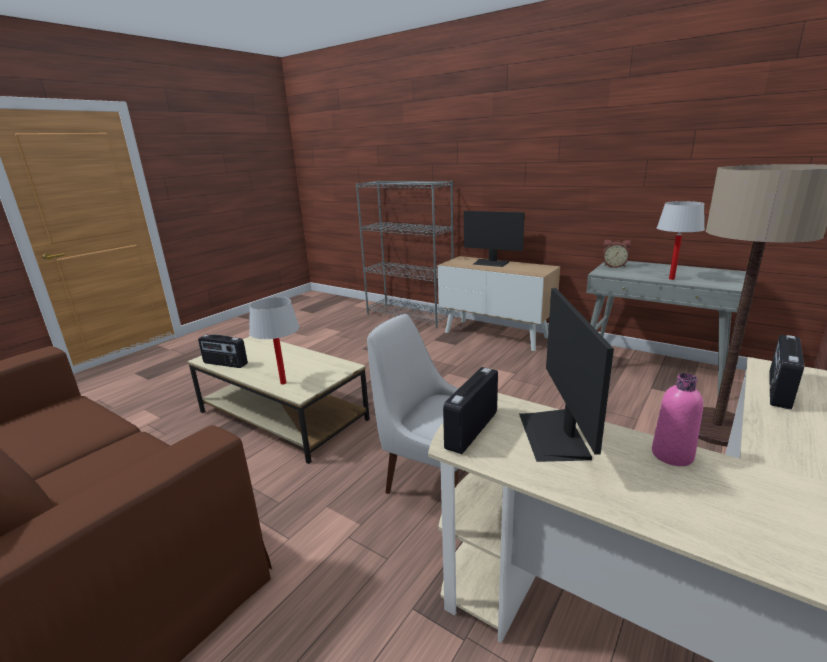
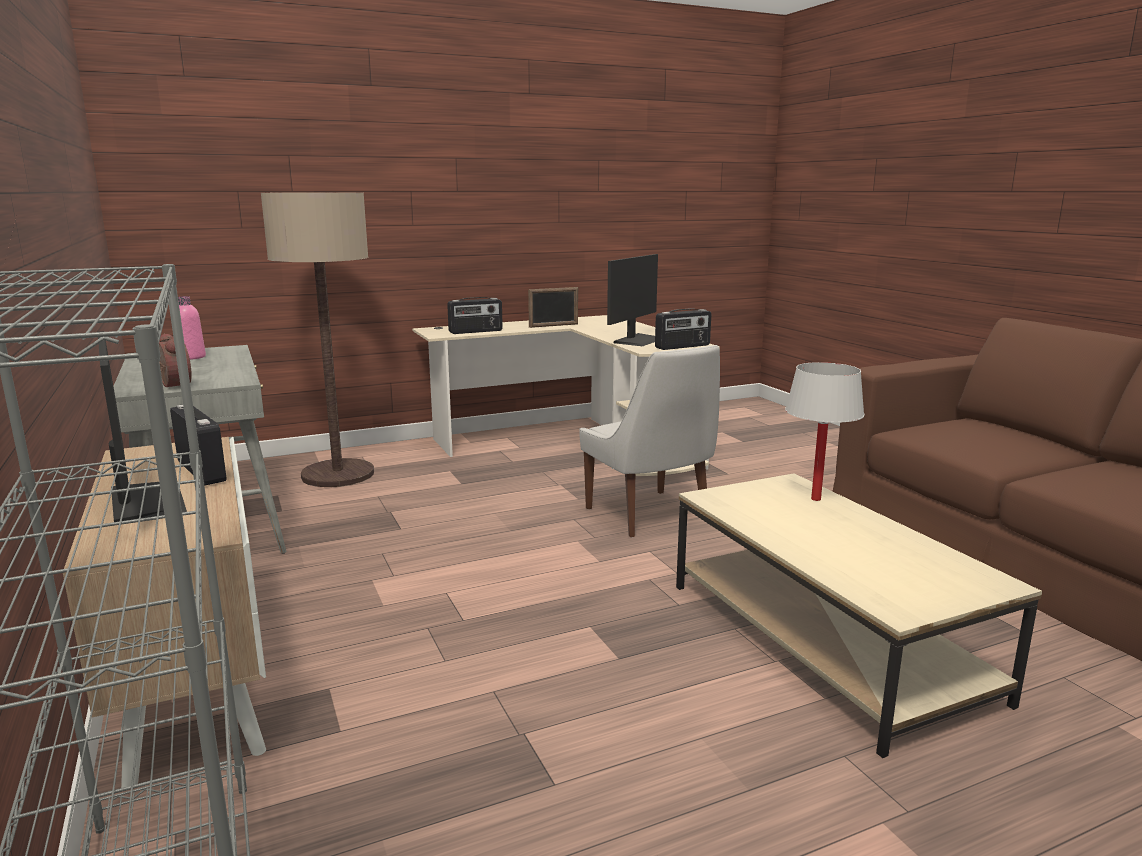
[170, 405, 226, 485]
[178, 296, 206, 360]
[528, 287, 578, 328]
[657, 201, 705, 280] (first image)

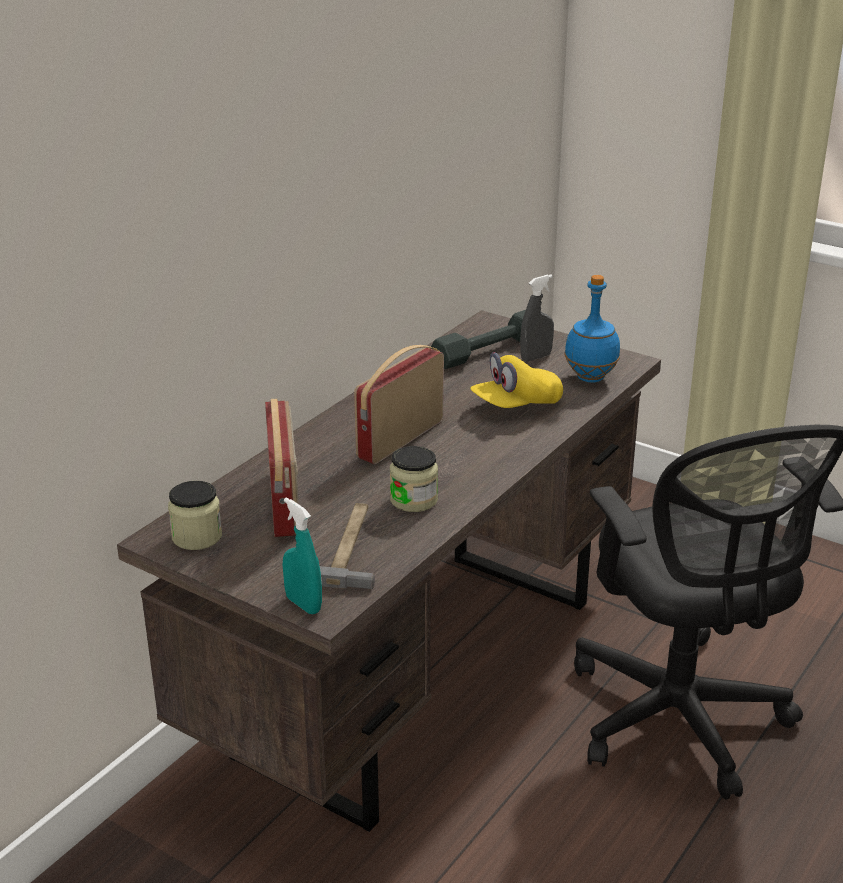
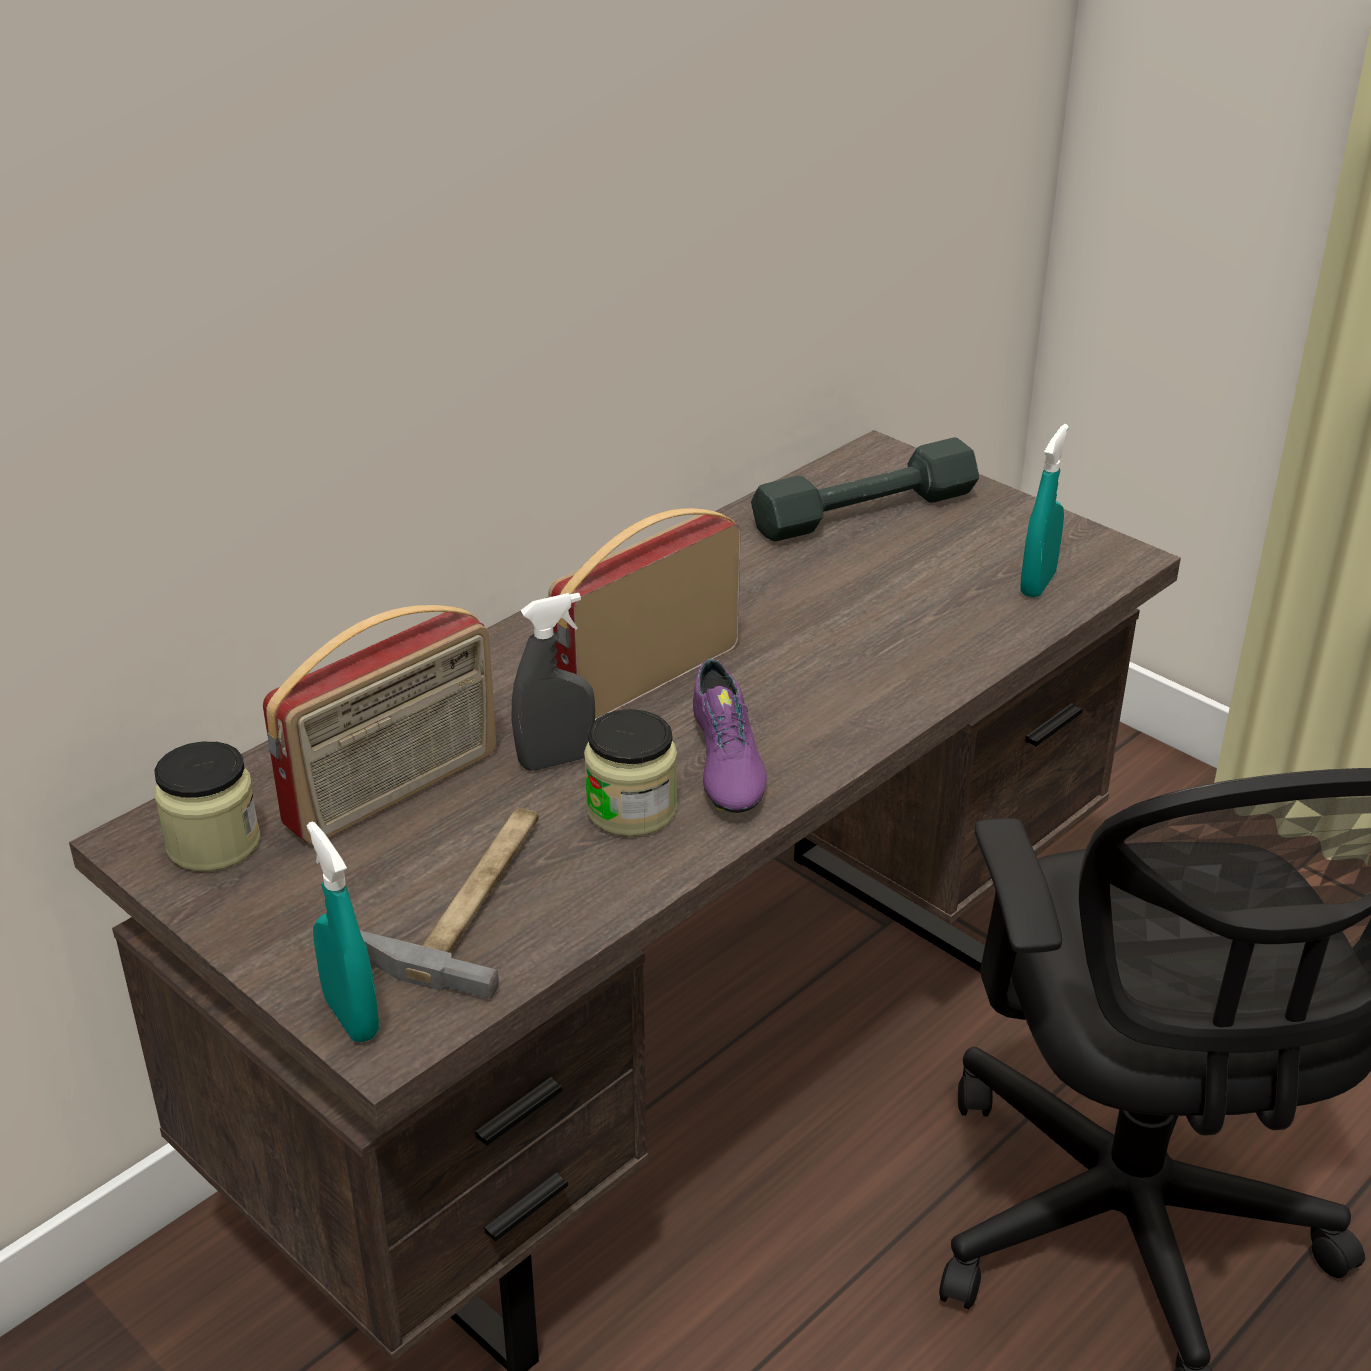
[263, 605, 496, 845]
[512, 593, 595, 771]
[693, 659, 767, 813]
[1020, 424, 1069, 598]
[470, 352, 563, 408] (first image)

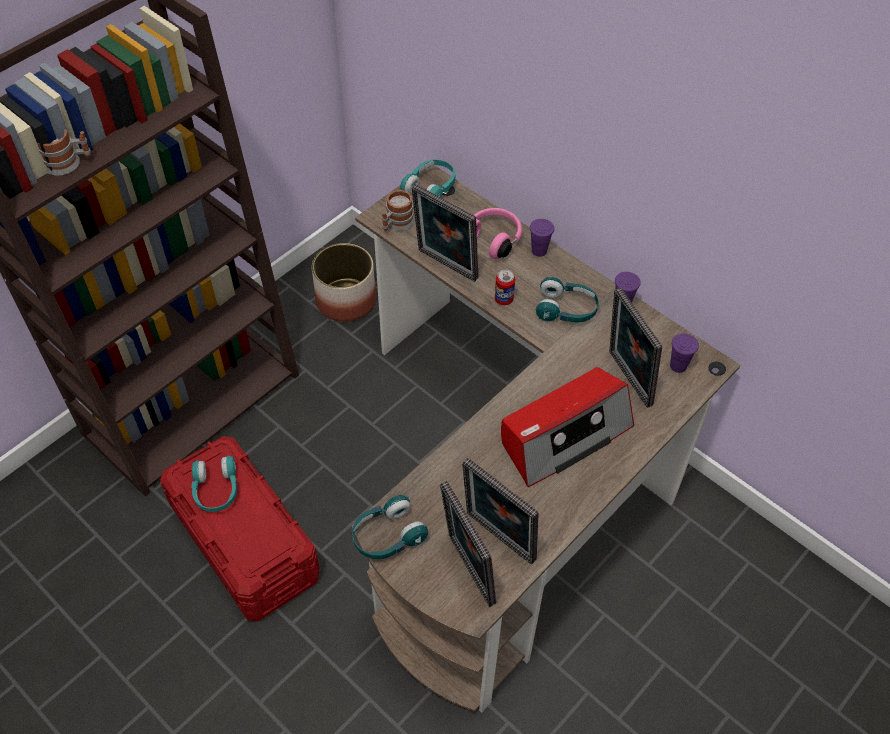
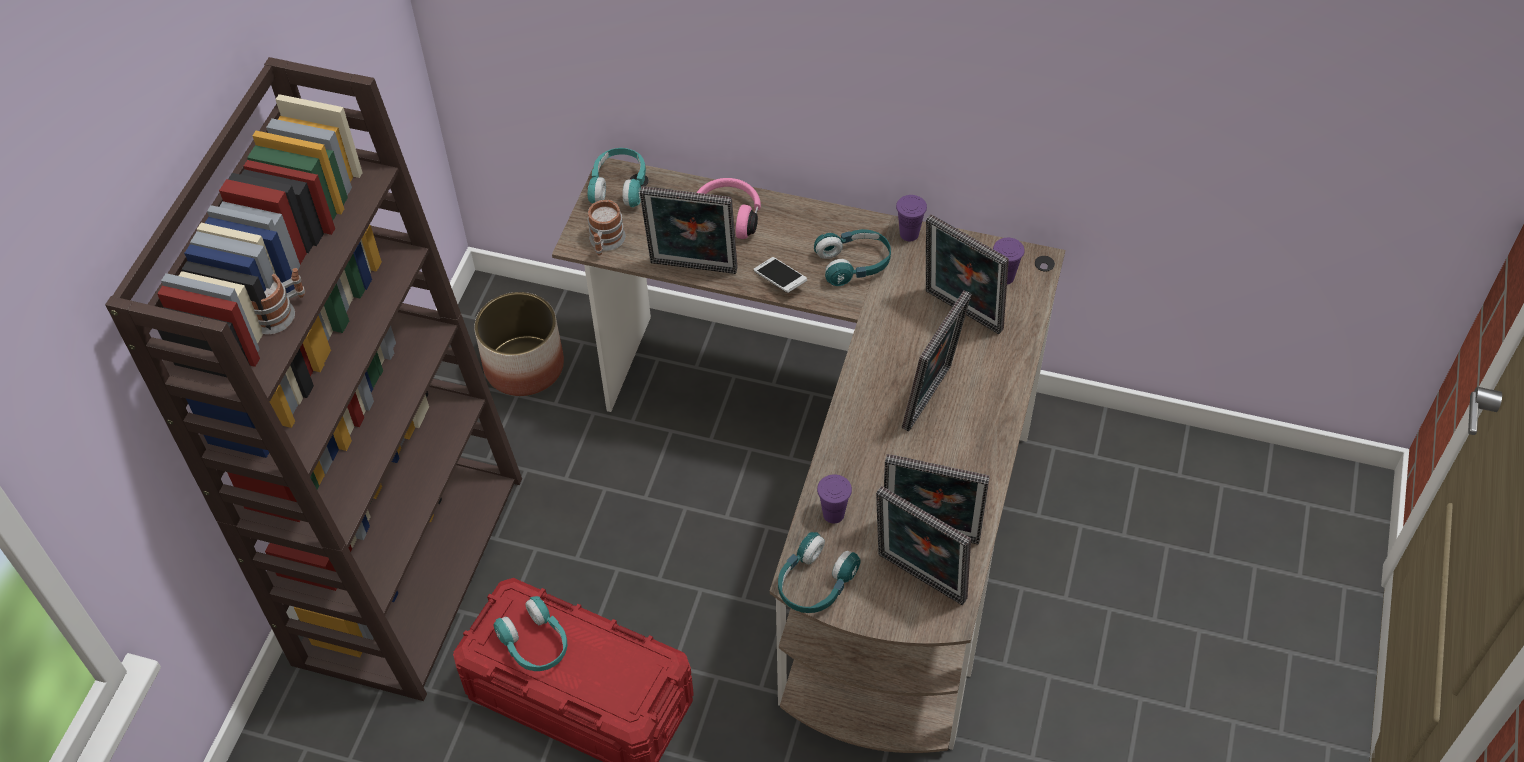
[754, 257, 807, 293]
[817, 474, 852, 524]
[902, 290, 971, 431]

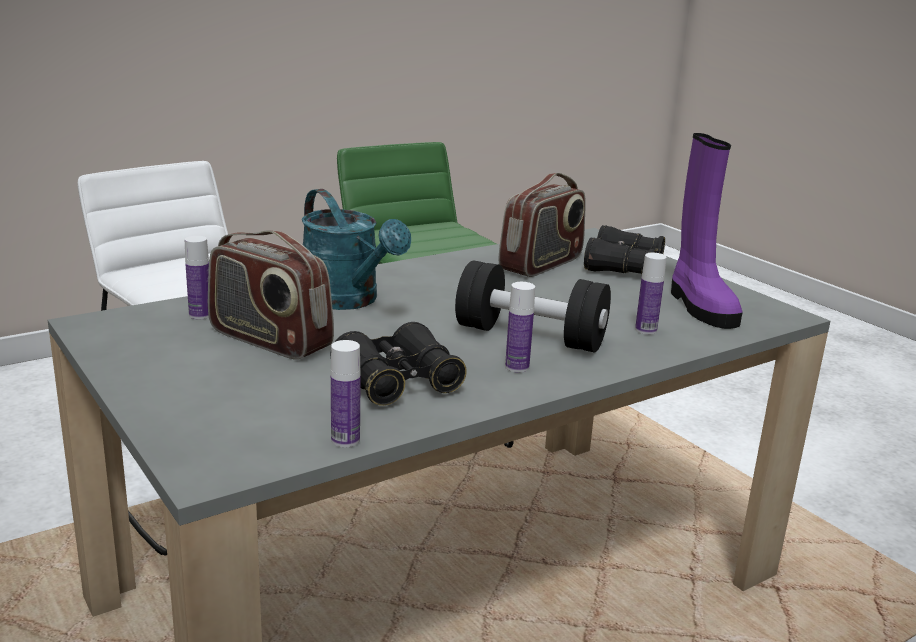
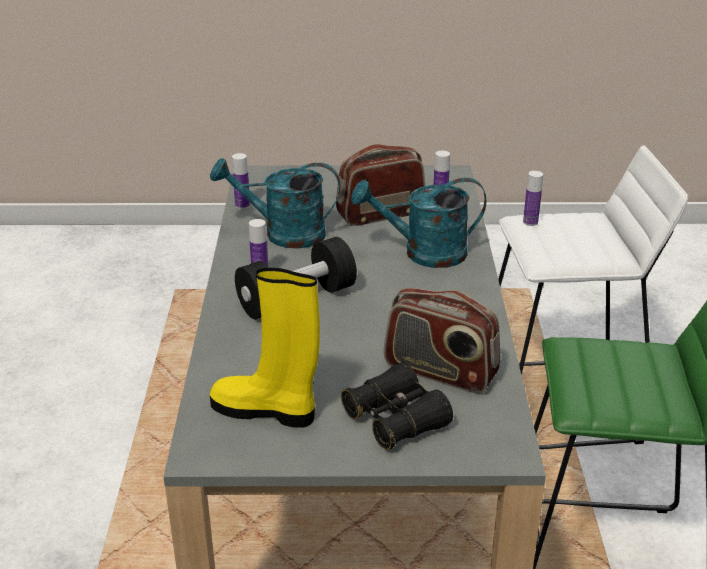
[210, 158, 340, 249]
[210, 268, 320, 428]
[384, 288, 500, 393]
[523, 171, 543, 226]

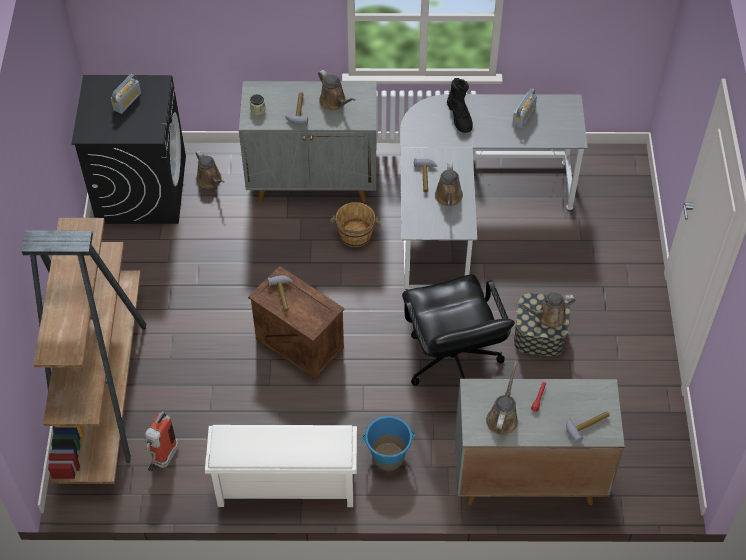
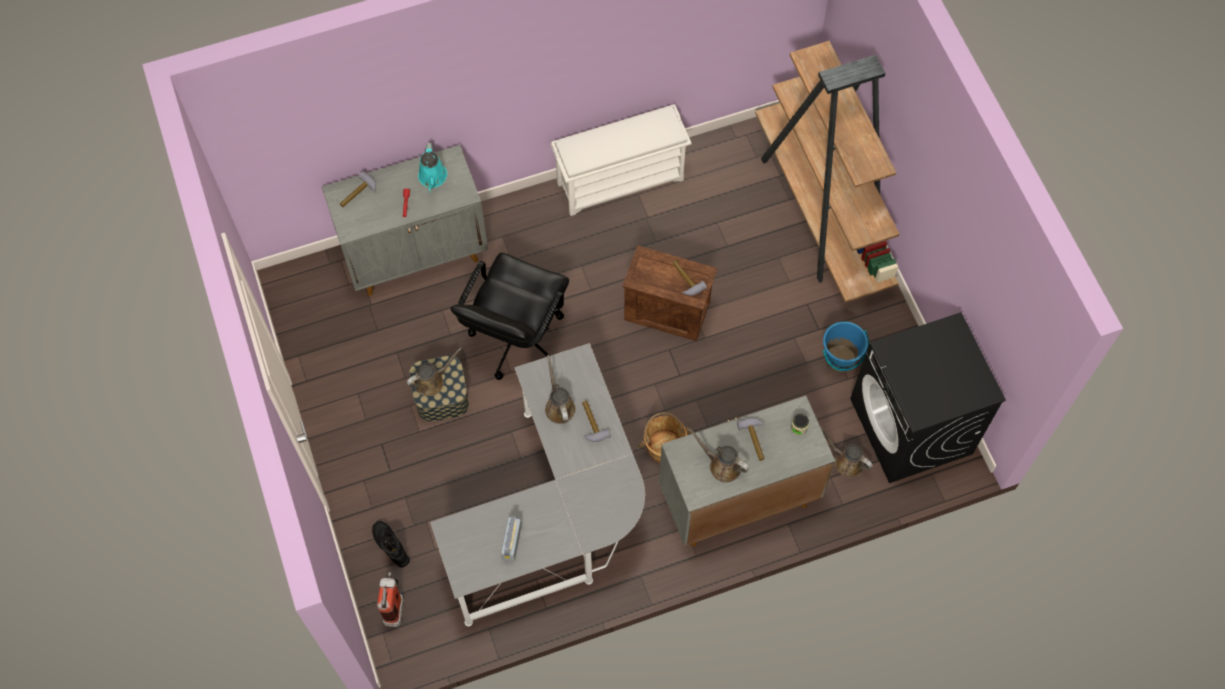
[372, 521, 410, 568]
[377, 572, 404, 627]
[418, 143, 447, 193]
[451, 253, 569, 380]
[823, 321, 869, 372]
[111, 74, 141, 114] (first image)

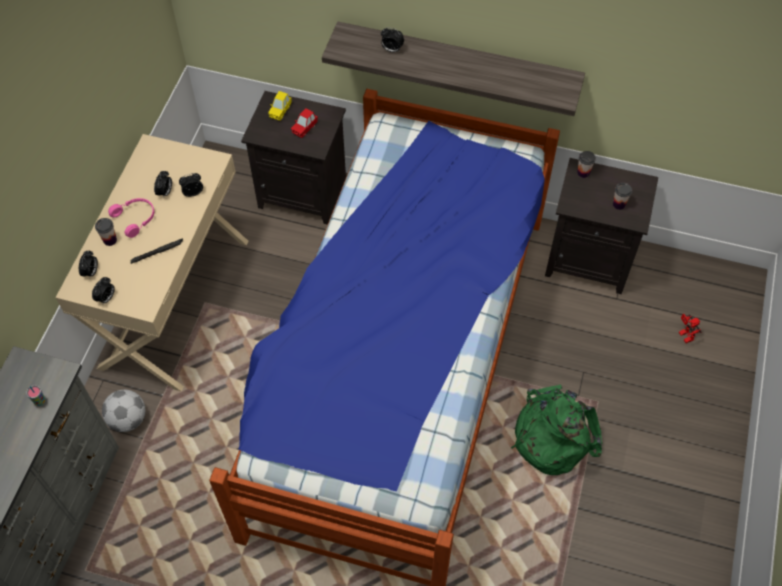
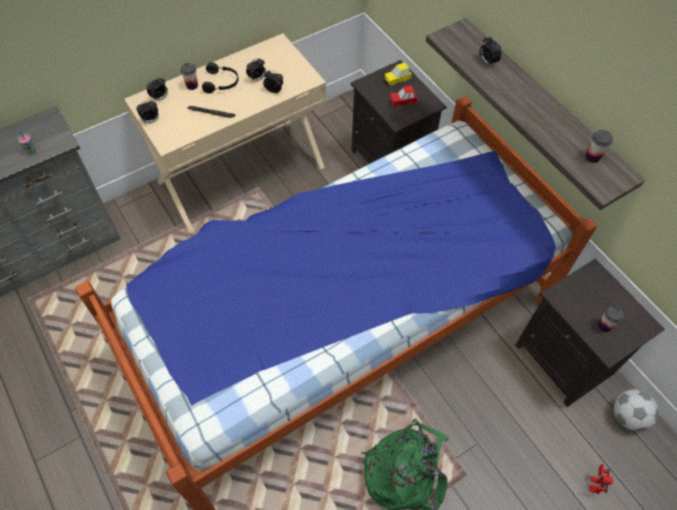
[202, 62, 239, 94]
[585, 130, 613, 163]
[614, 389, 659, 431]

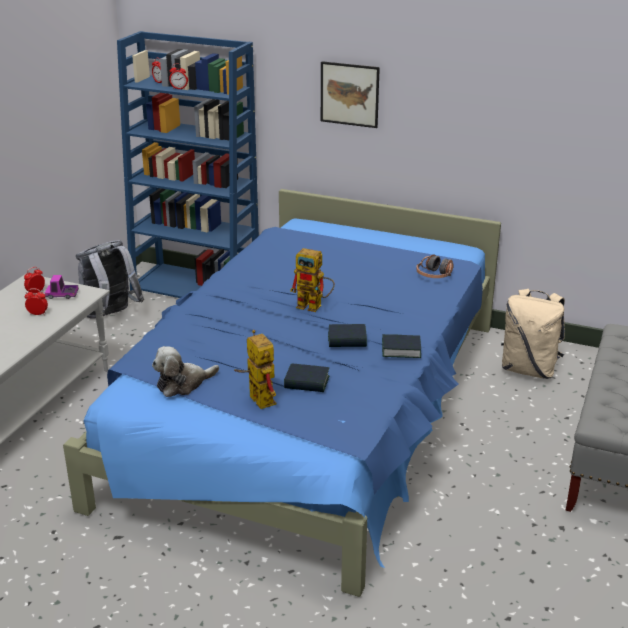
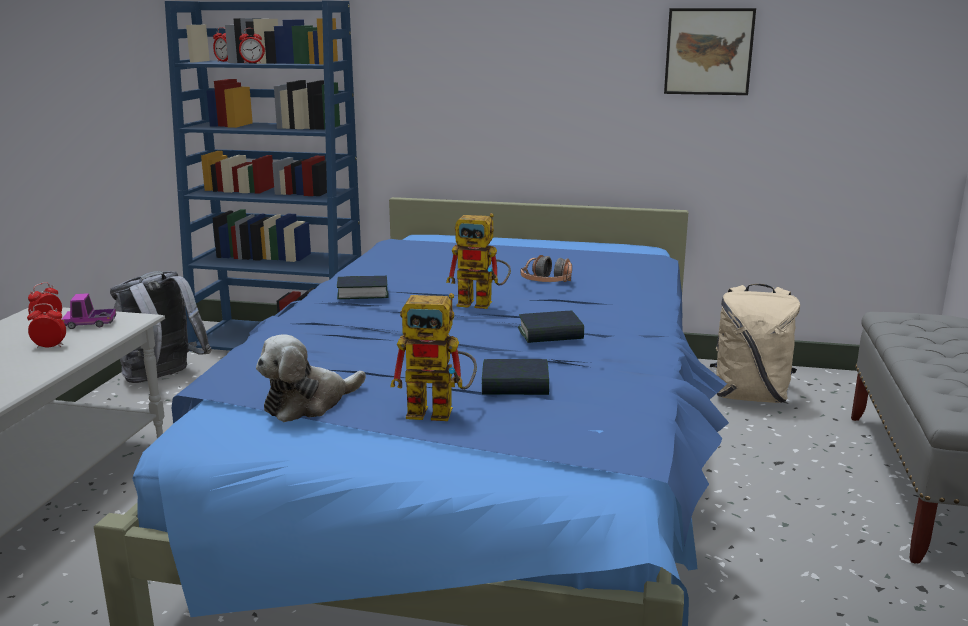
[337, 276, 389, 299]
[390, 293, 477, 421]
[520, 255, 572, 282]
[664, 8, 756, 95]

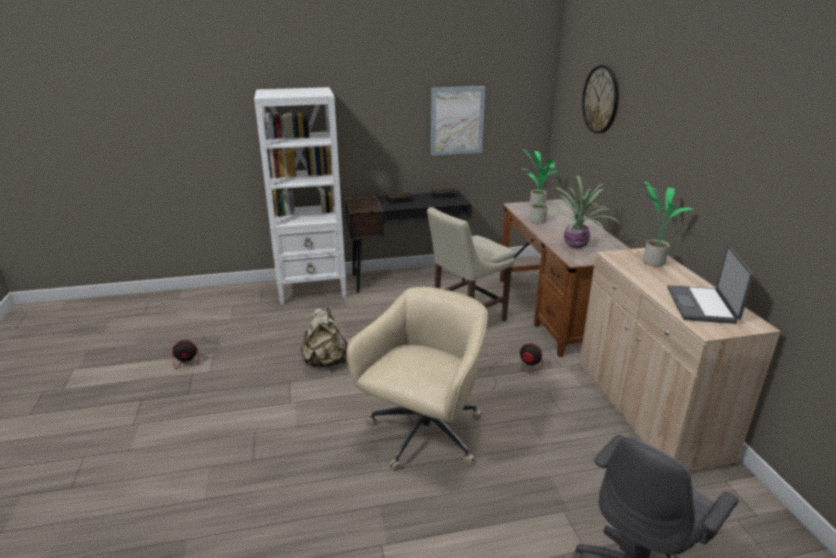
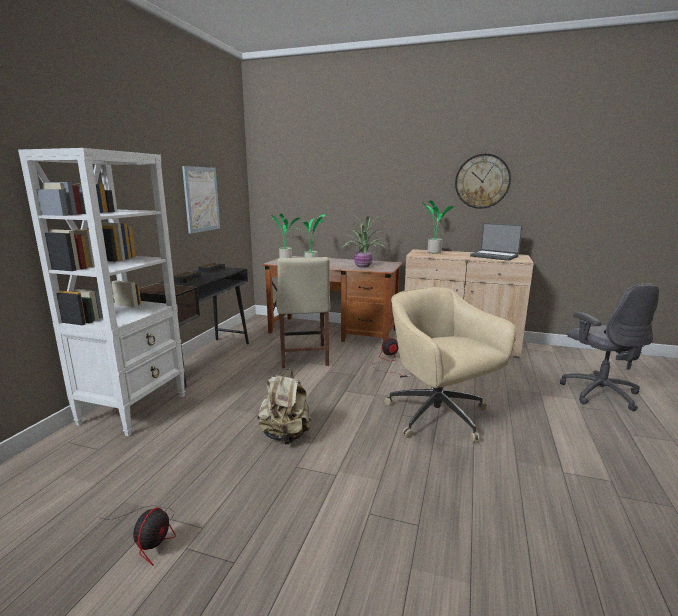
[455, 154, 511, 209]

